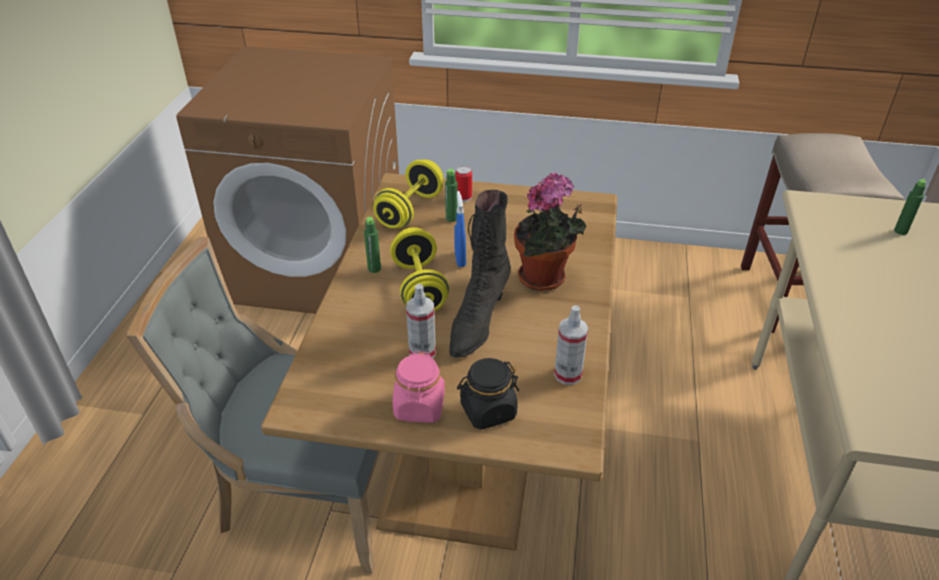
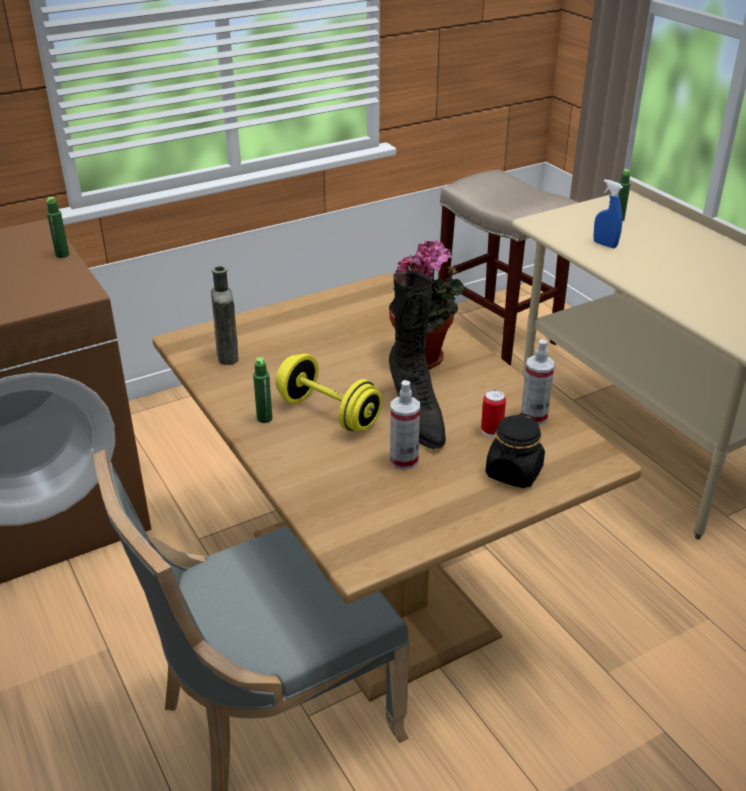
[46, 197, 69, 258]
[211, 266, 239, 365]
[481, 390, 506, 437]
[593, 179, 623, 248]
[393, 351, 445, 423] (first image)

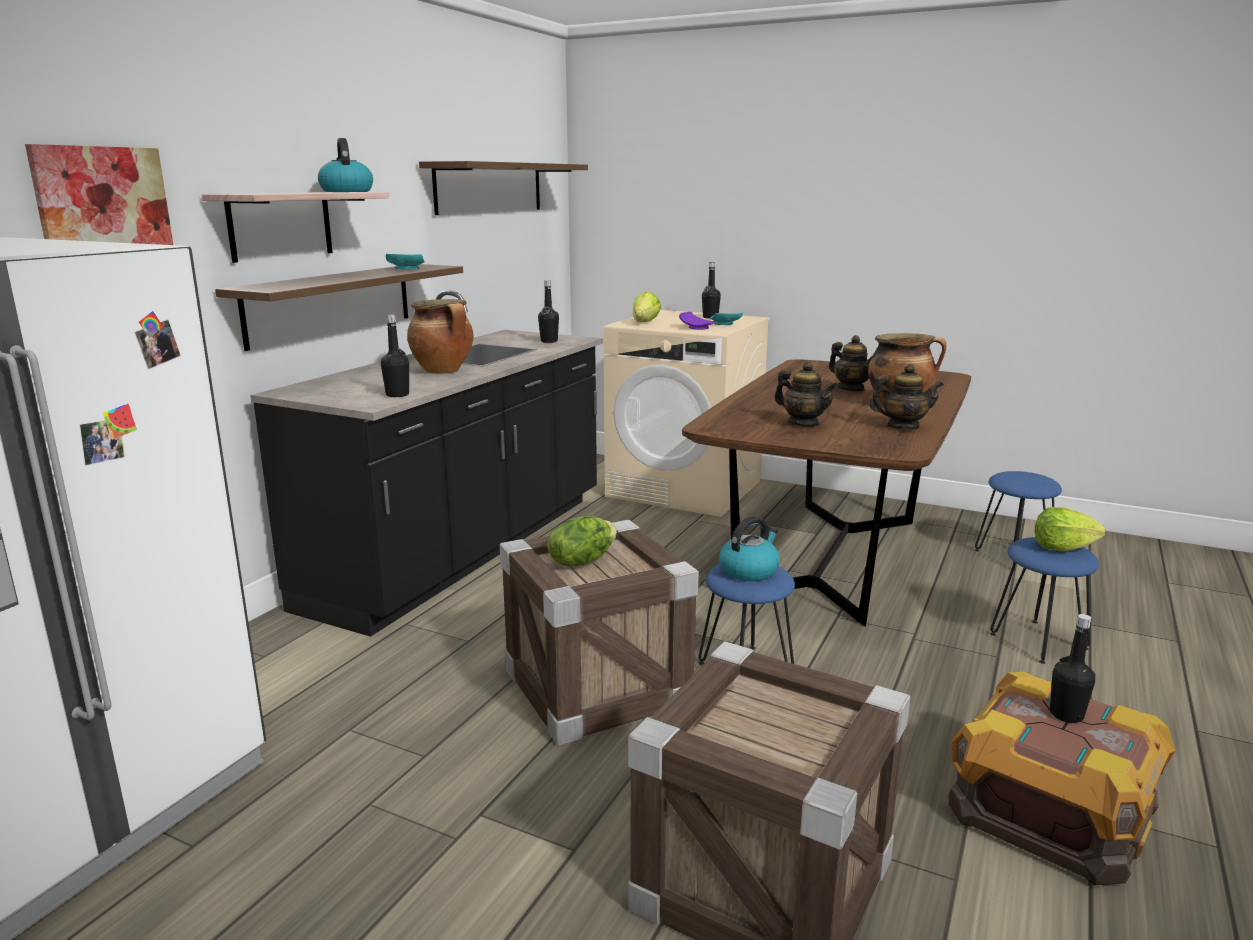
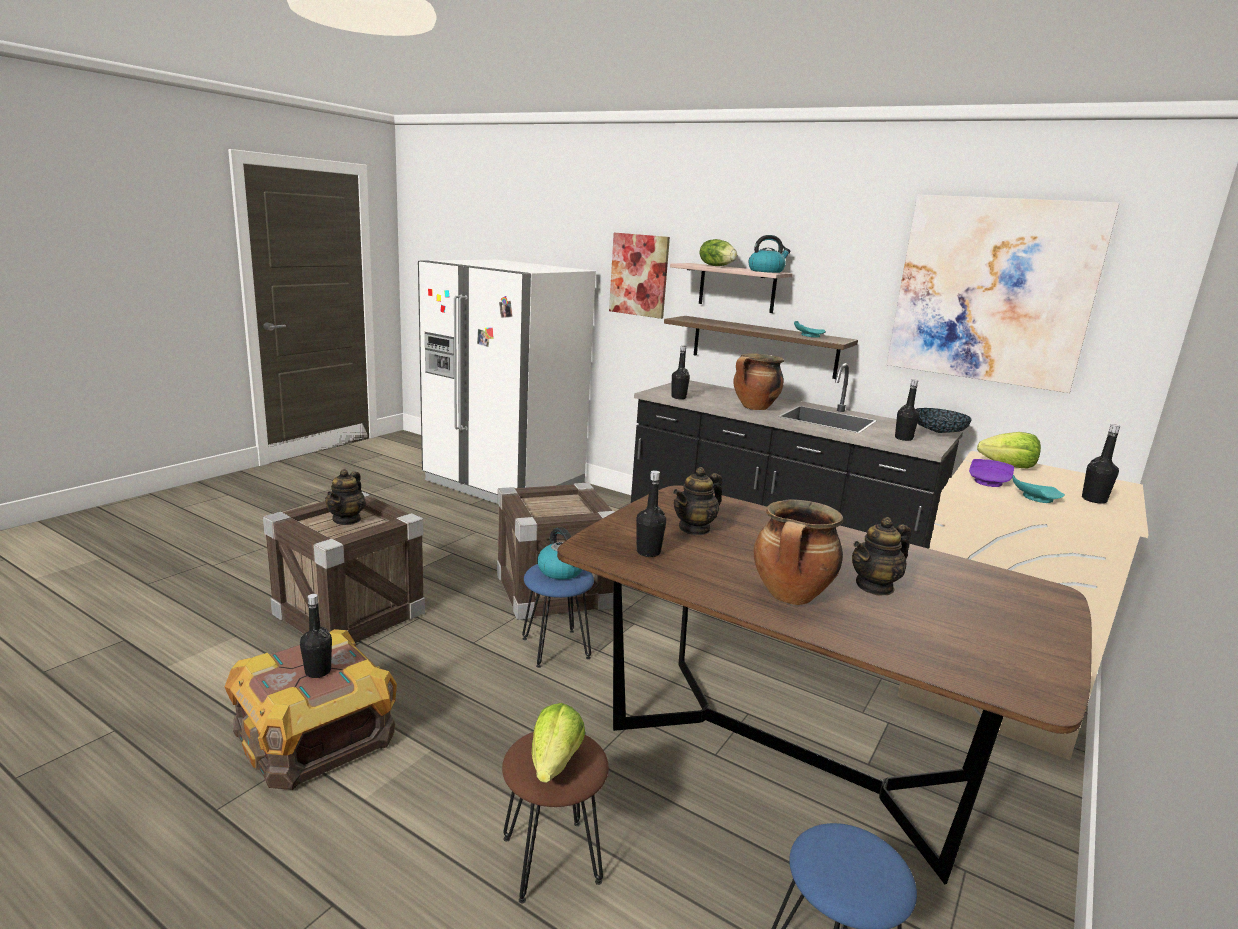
[325, 469, 366, 525]
[502, 732, 609, 904]
[636, 470, 666, 557]
[700, 239, 737, 266]
[887, 195, 1119, 393]
[915, 408, 971, 433]

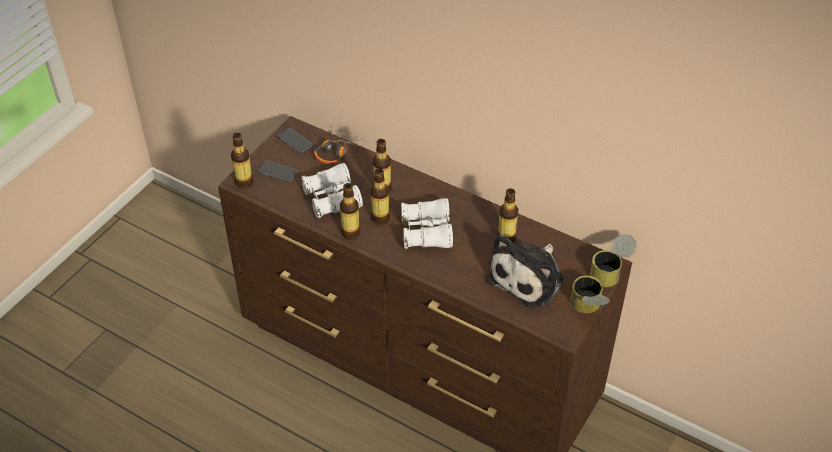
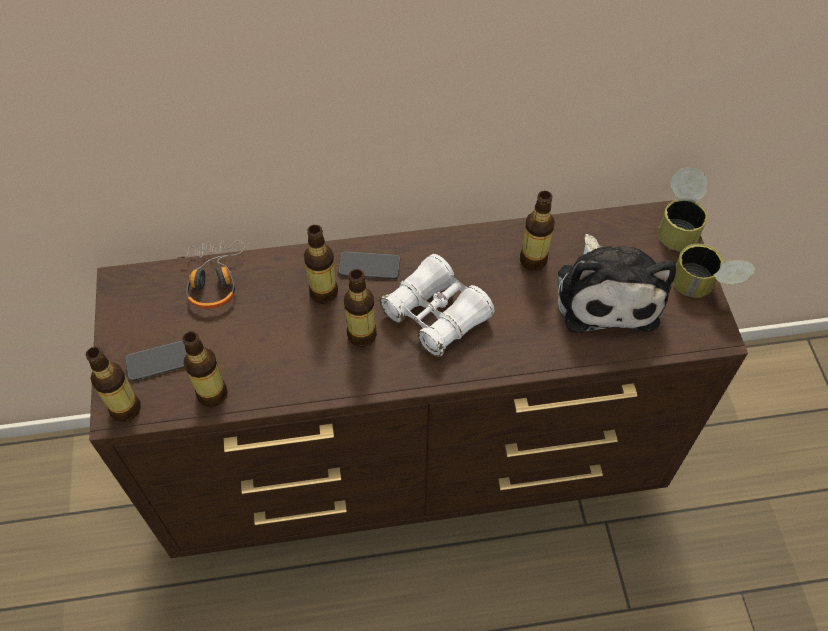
[182, 331, 228, 407]
[338, 251, 400, 279]
[301, 163, 363, 218] (first image)

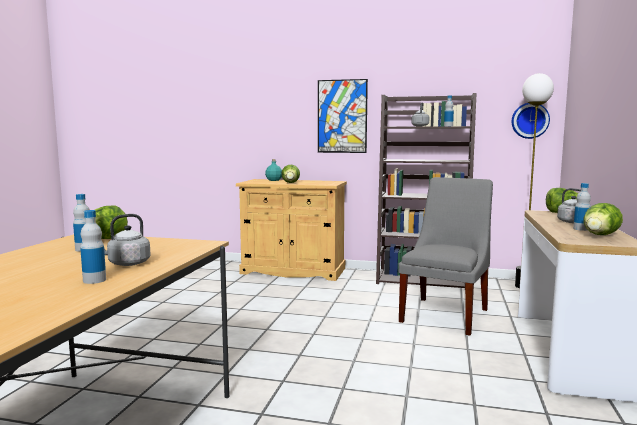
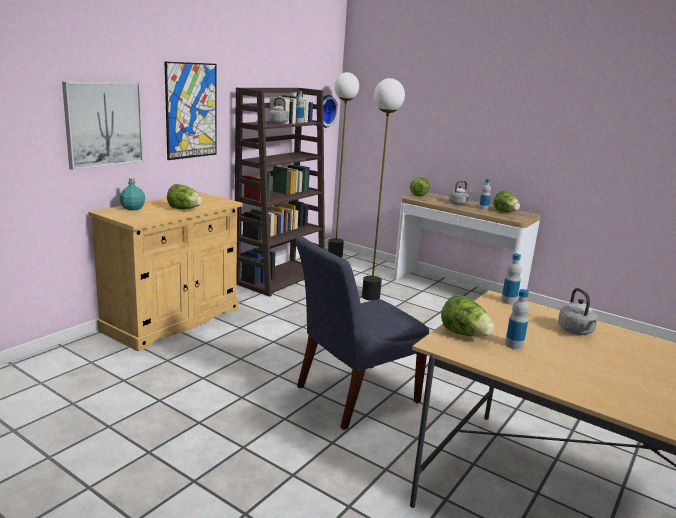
[62, 82, 143, 170]
[296, 237, 429, 430]
[362, 78, 405, 301]
[501, 254, 522, 305]

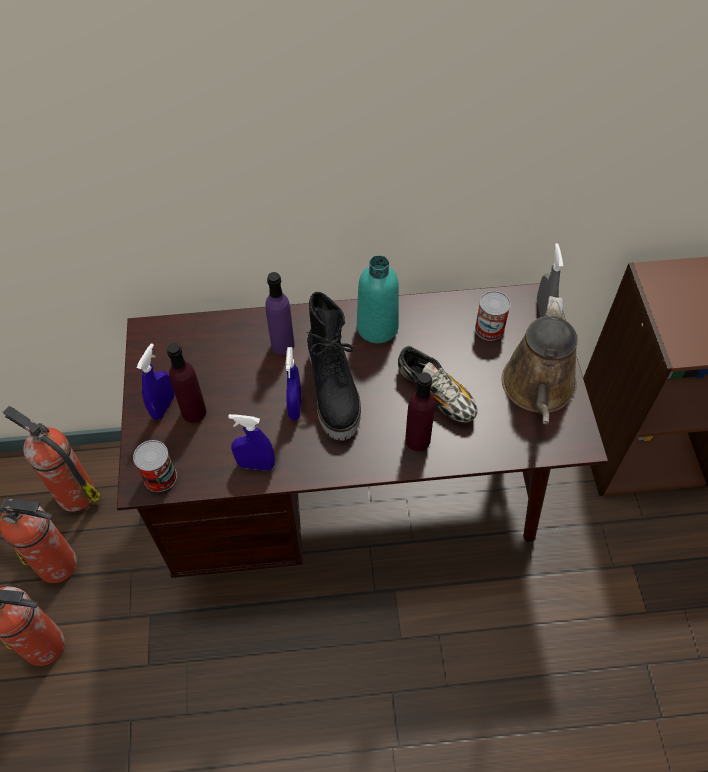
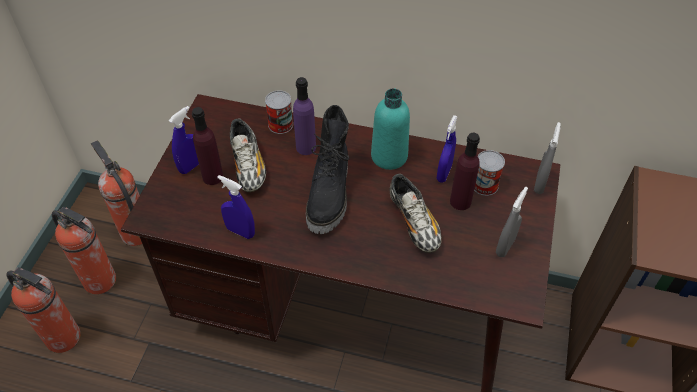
[230, 119, 266, 192]
[265, 90, 293, 134]
[437, 115, 458, 182]
[450, 133, 480, 210]
[496, 187, 528, 257]

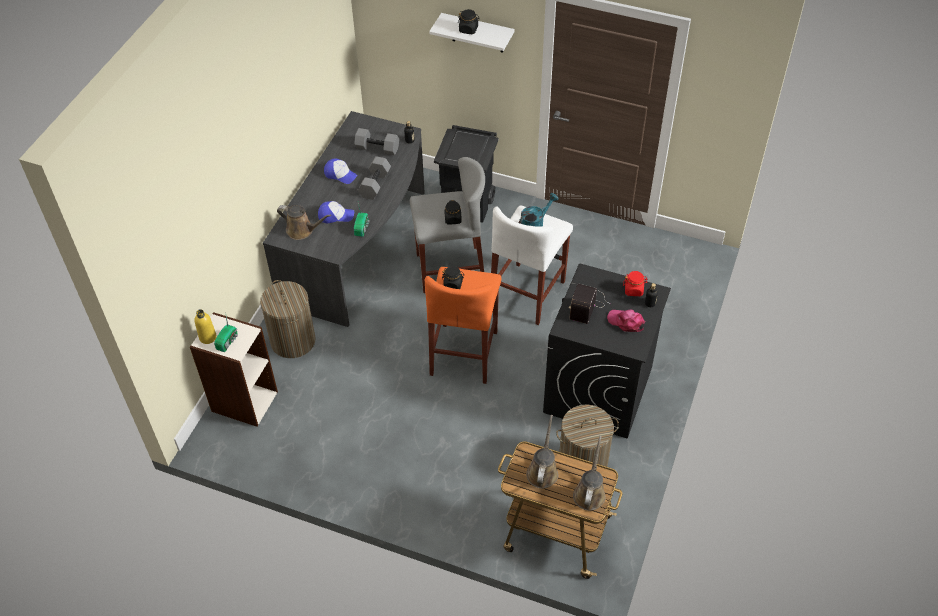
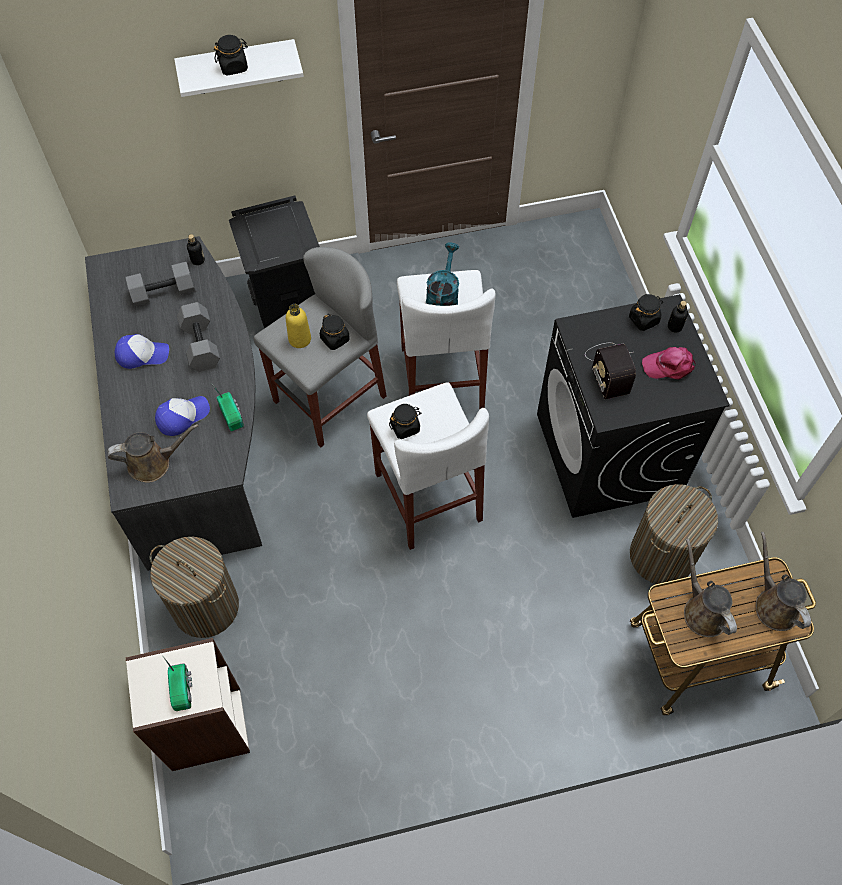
[286, 304, 311, 348]
[367, 382, 489, 550]
[629, 294, 663, 331]

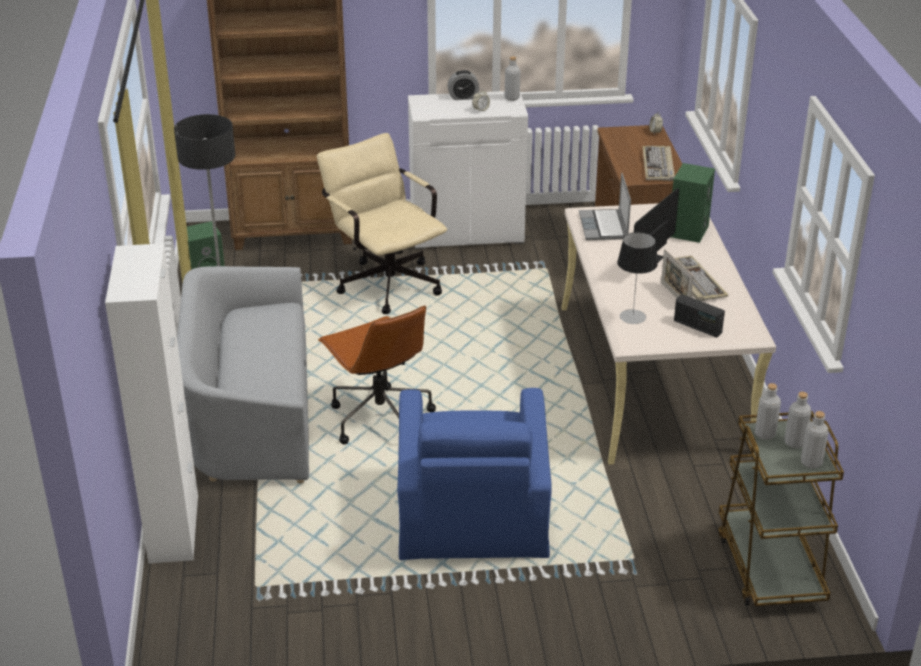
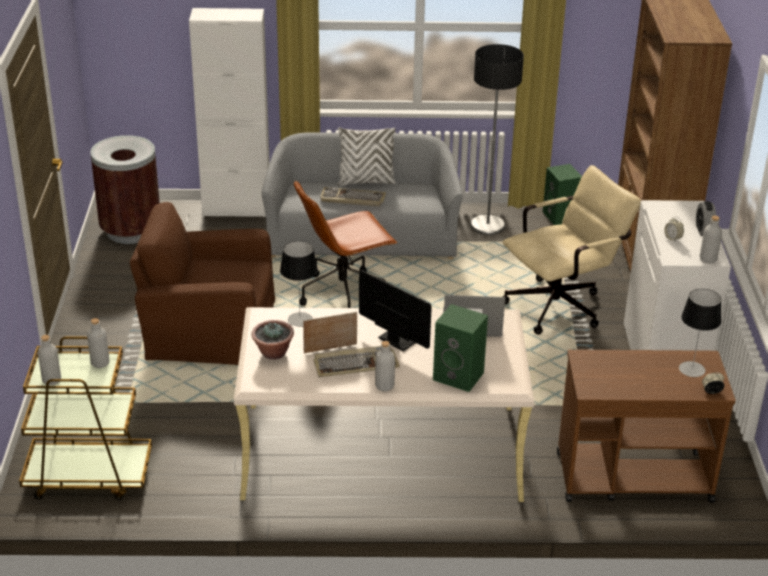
[90, 135, 160, 244]
[130, 202, 275, 365]
[252, 320, 294, 360]
[320, 187, 386, 207]
[338, 127, 396, 186]
[375, 341, 395, 391]
[679, 289, 721, 377]

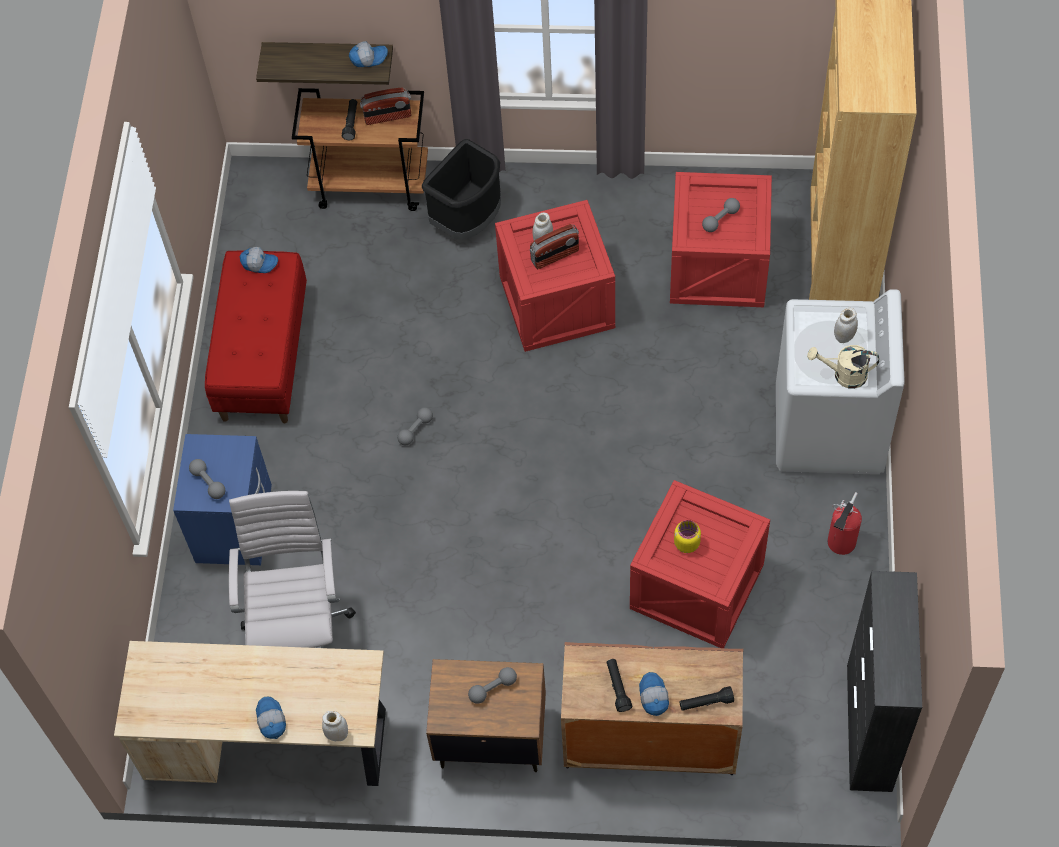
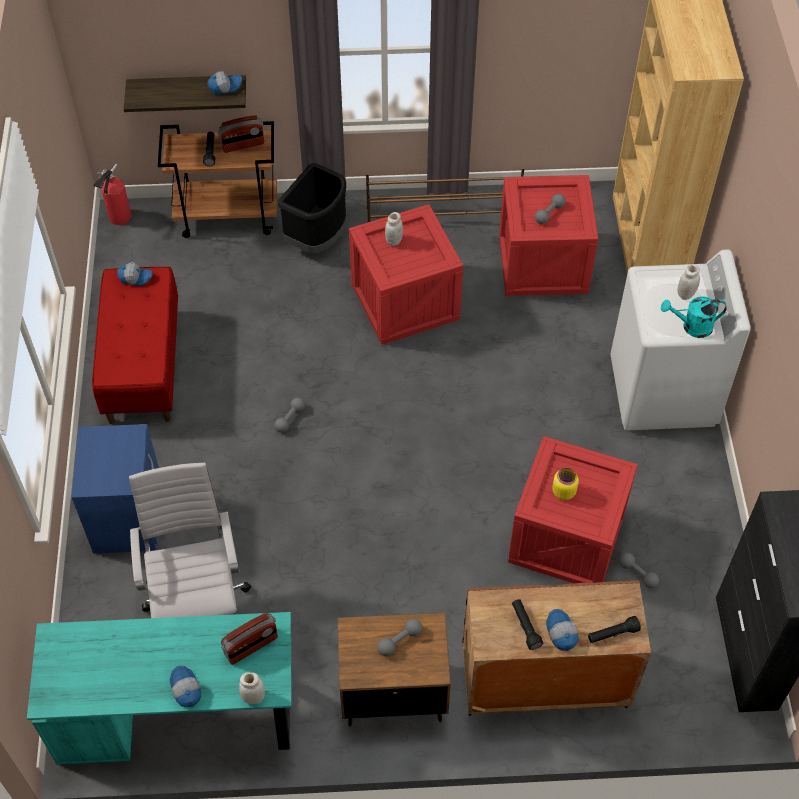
[27, 612, 292, 765]
[94, 164, 132, 225]
[221, 613, 278, 665]
[366, 169, 524, 222]
[619, 553, 659, 588]
[661, 296, 727, 338]

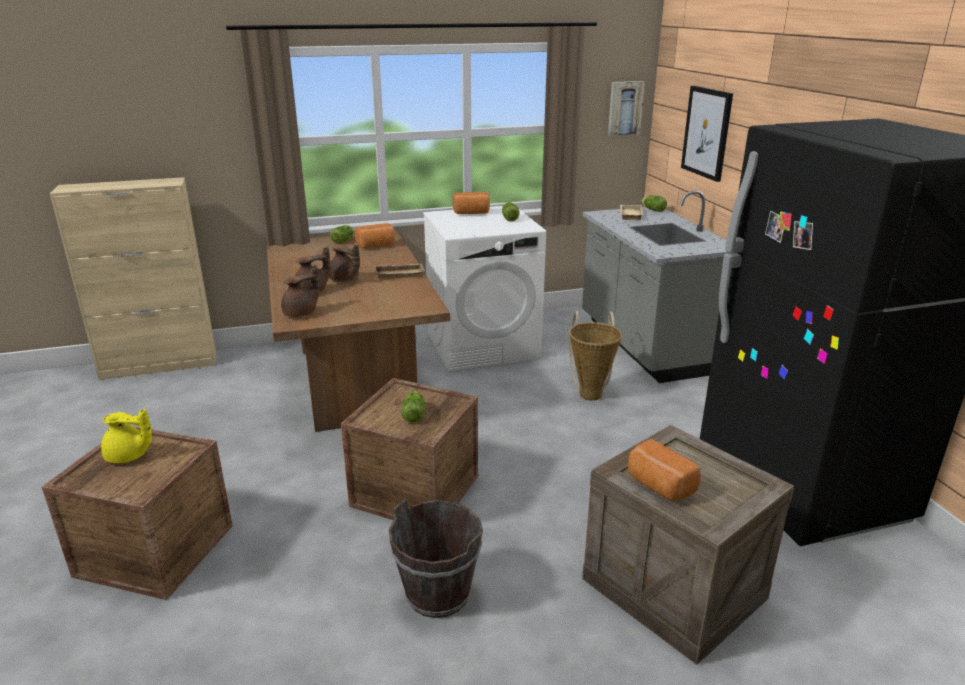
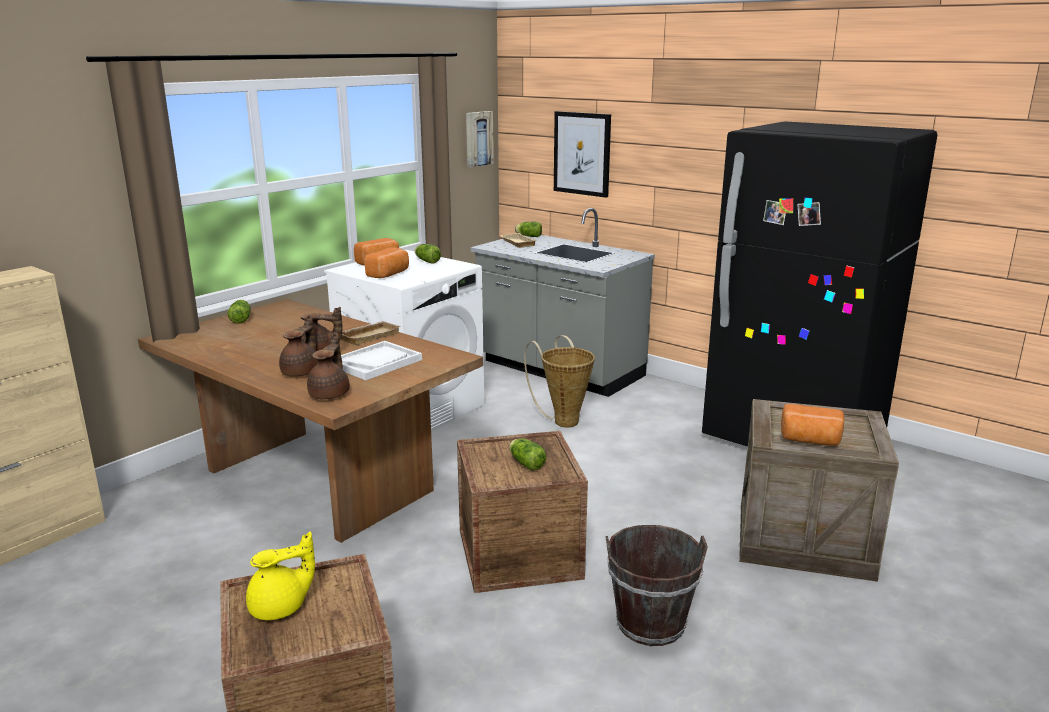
[341, 341, 422, 380]
[365, 248, 409, 278]

